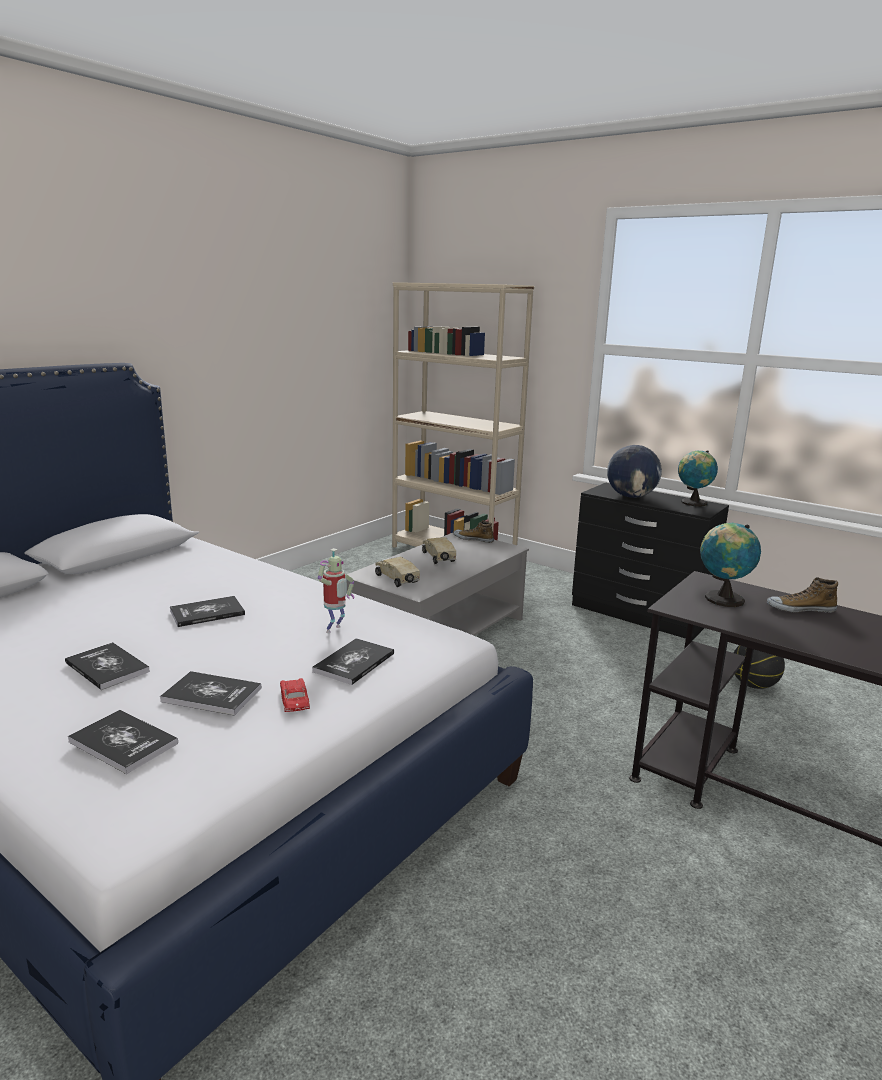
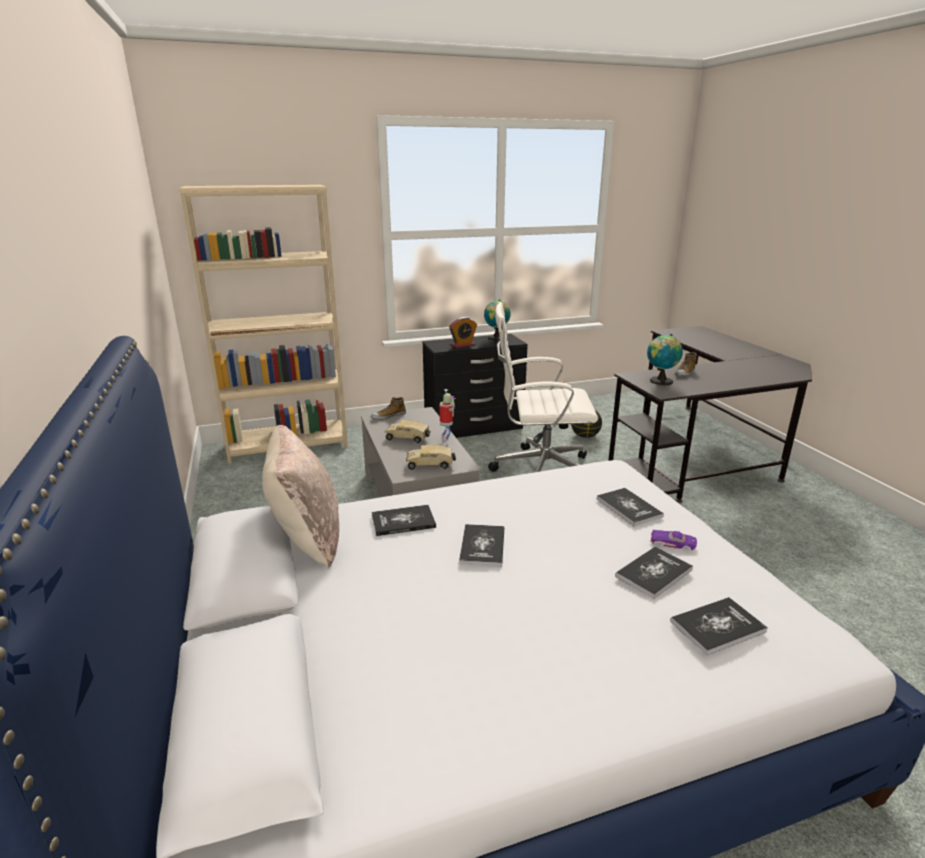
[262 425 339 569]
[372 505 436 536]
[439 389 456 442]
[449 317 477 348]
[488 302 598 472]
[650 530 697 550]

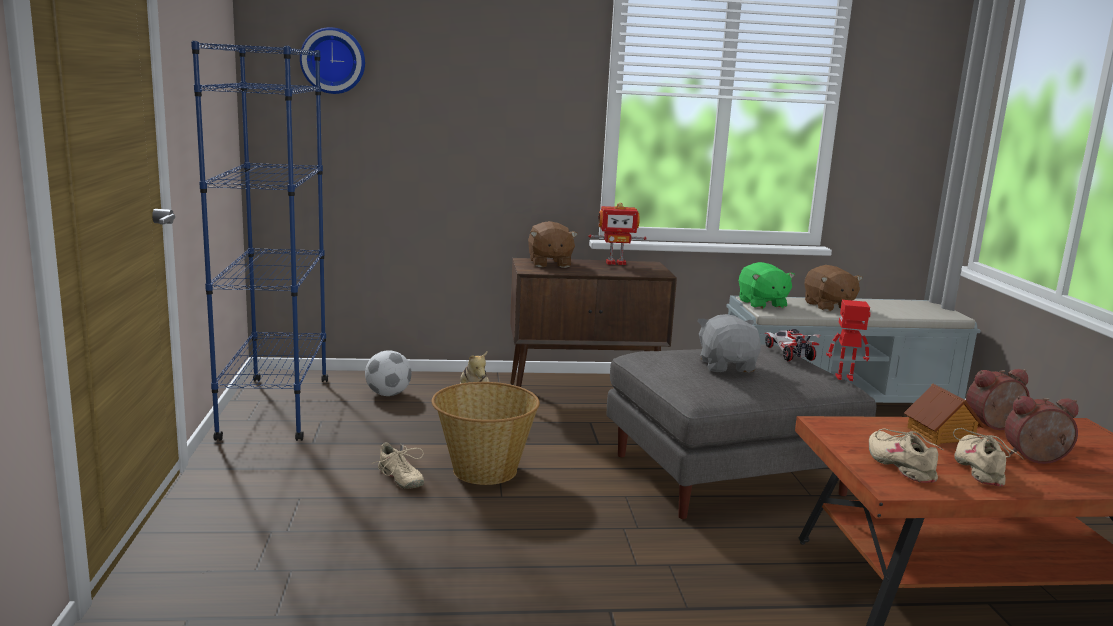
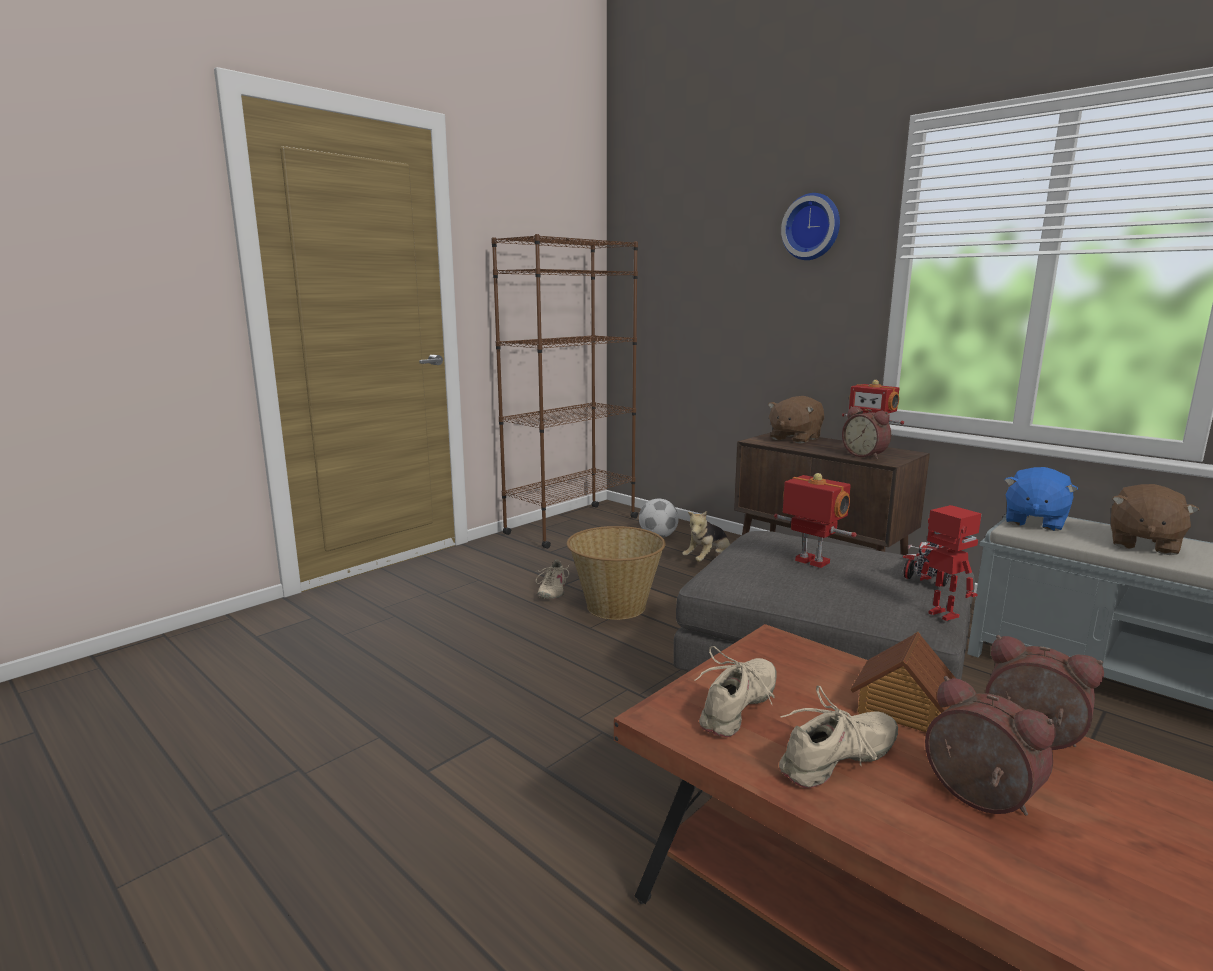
[491 234 638 549]
[774 473 857 568]
[781 193 840 260]
[842 406 891 459]
[1004 467 1078 531]

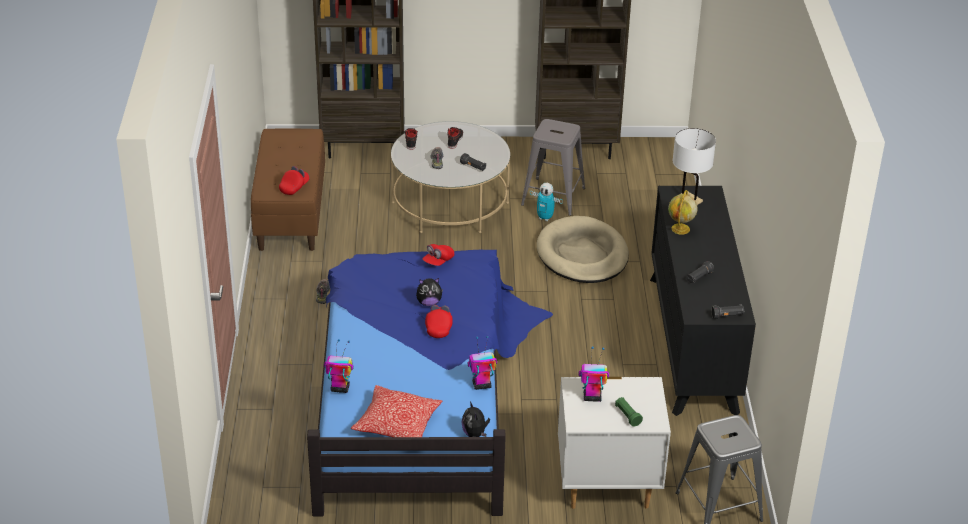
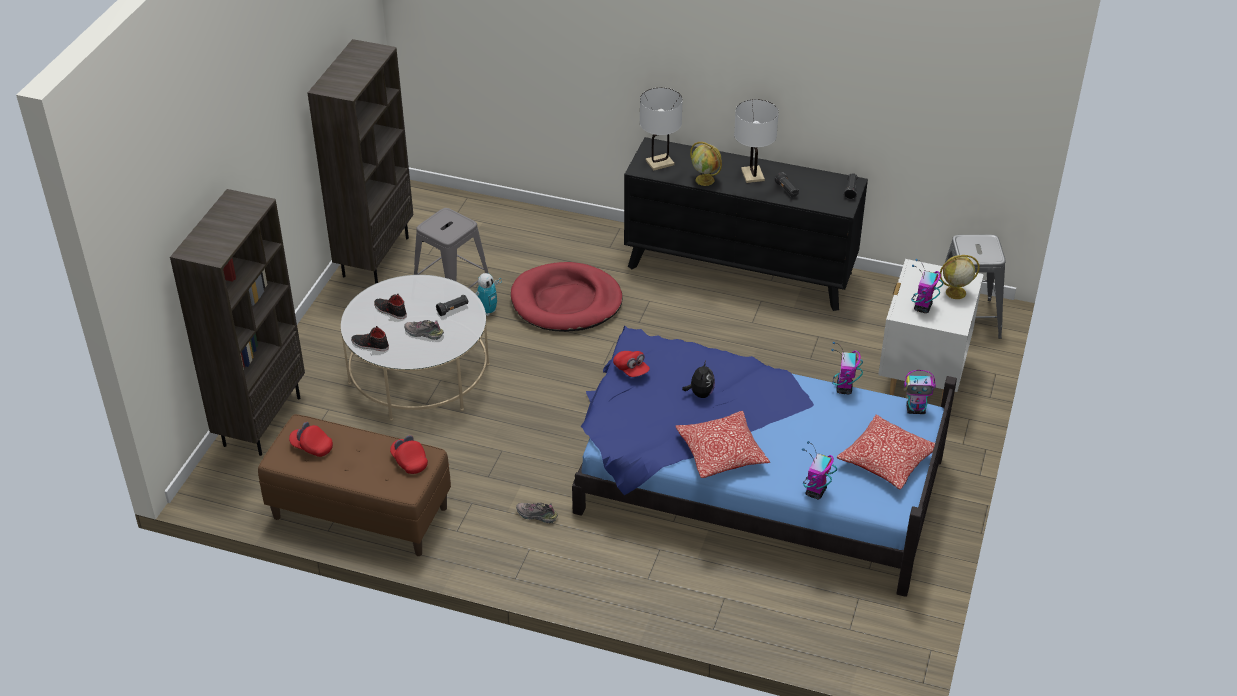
[289 422 333 457]
[511 262 623 332]
[675 411 770 478]
[734 99 779 183]
[904 370 936 414]
[940 255 979 299]

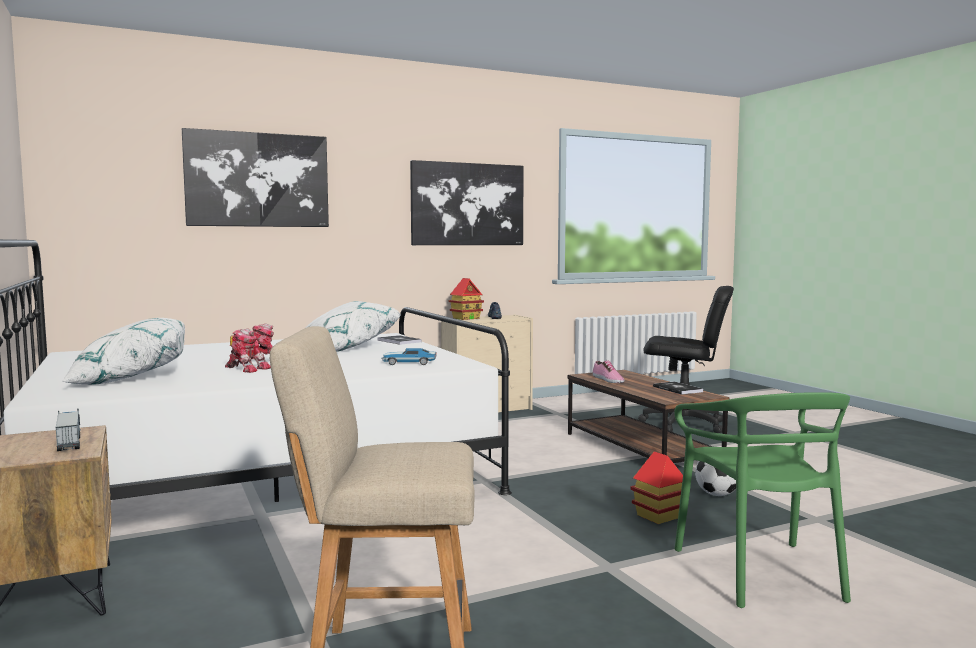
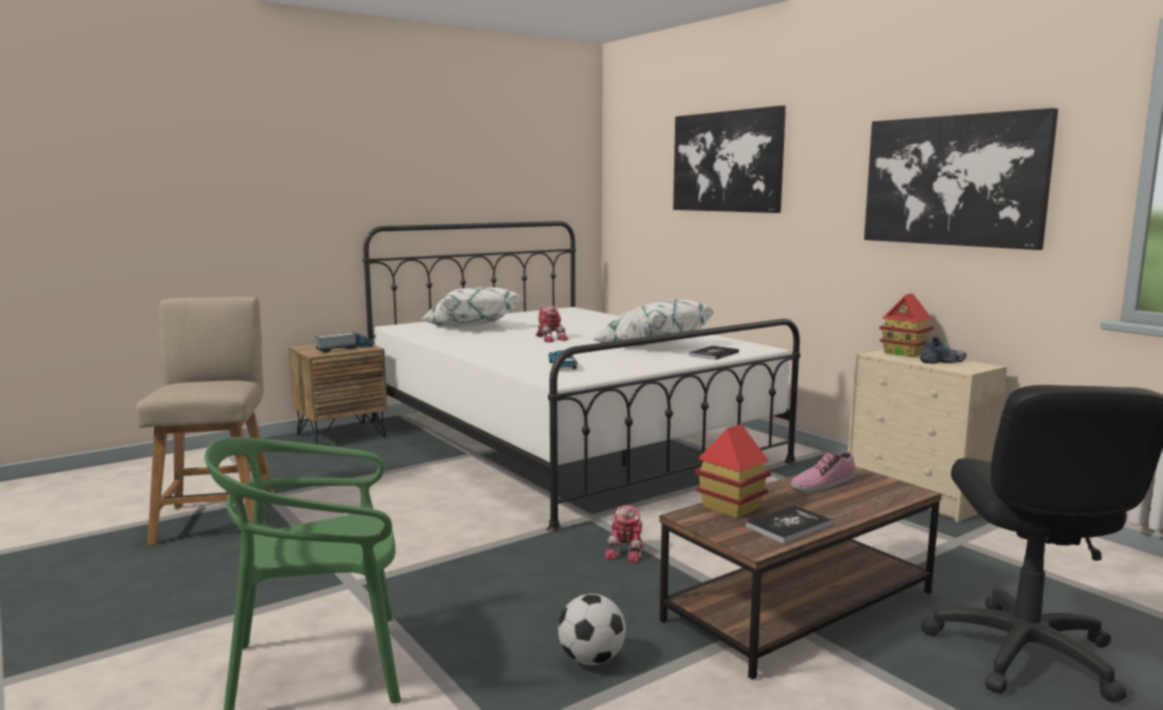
[605 505 644 563]
[695 424 771 518]

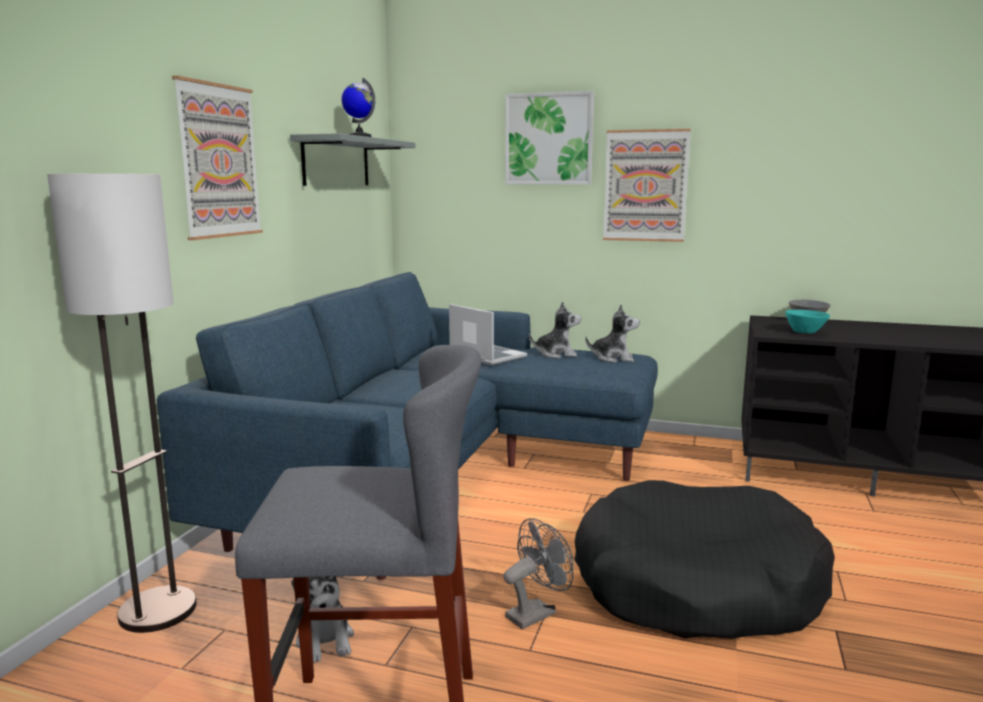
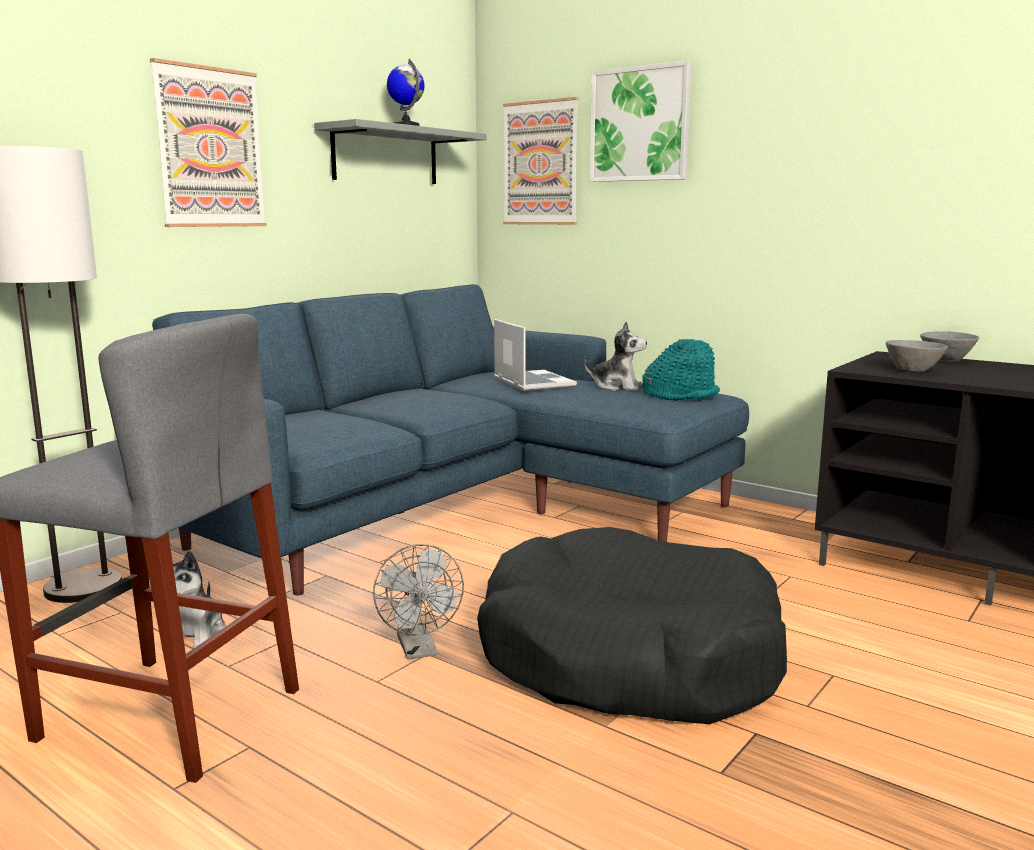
[373 544 464 660]
[503 97 579 225]
[642 339 720 401]
[886 340 948 372]

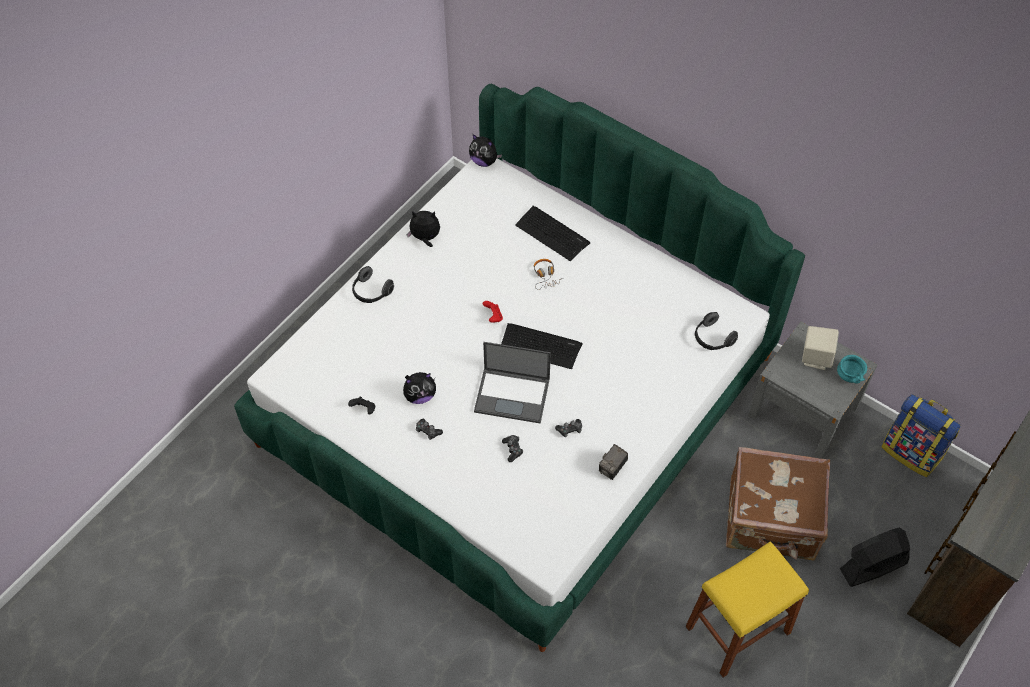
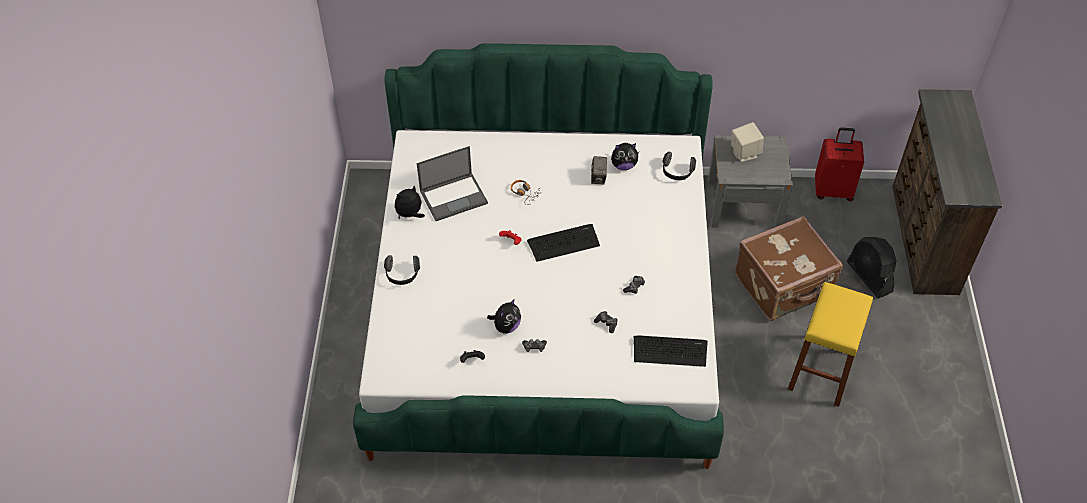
[417 146 488 221]
[591 156 607 184]
[611 143 639 170]
[634 335 708 367]
[815 128 864 202]
[847 237 896 298]
[837 355 867 383] (first image)

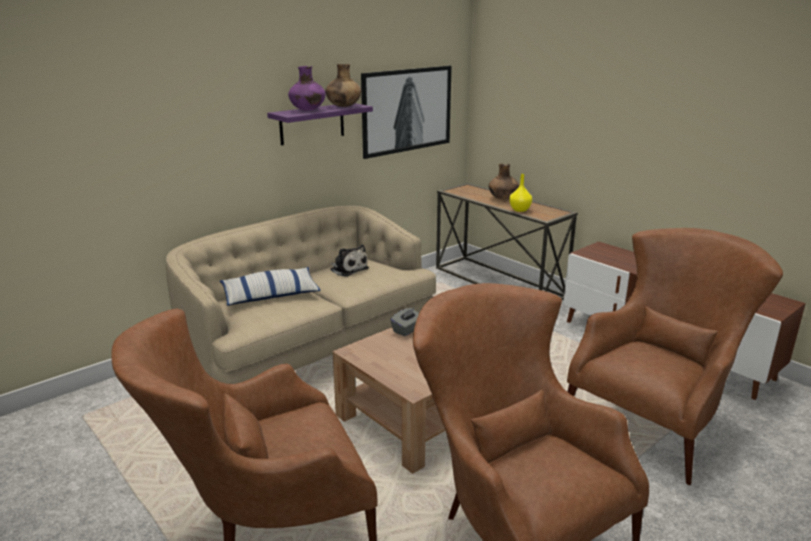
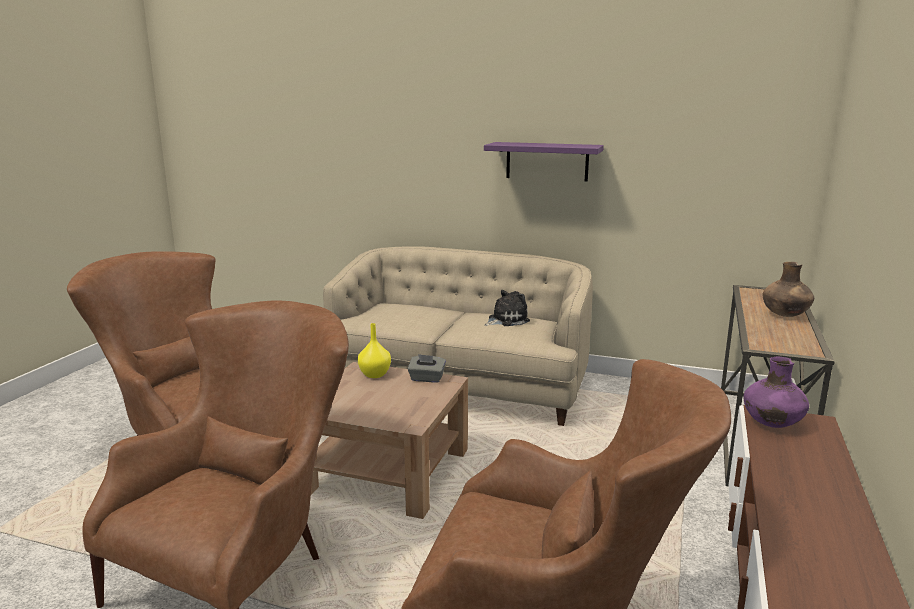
[358 323 391 378]
[484 290 530 326]
[744 357 809 428]
[220 267 321 306] (first image)
[325 64 361 107] (first image)
[361 66 452 159] (first image)

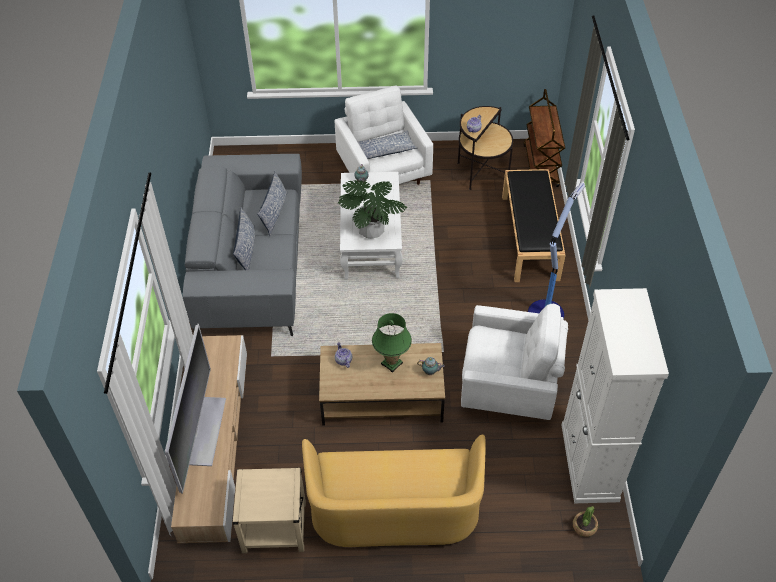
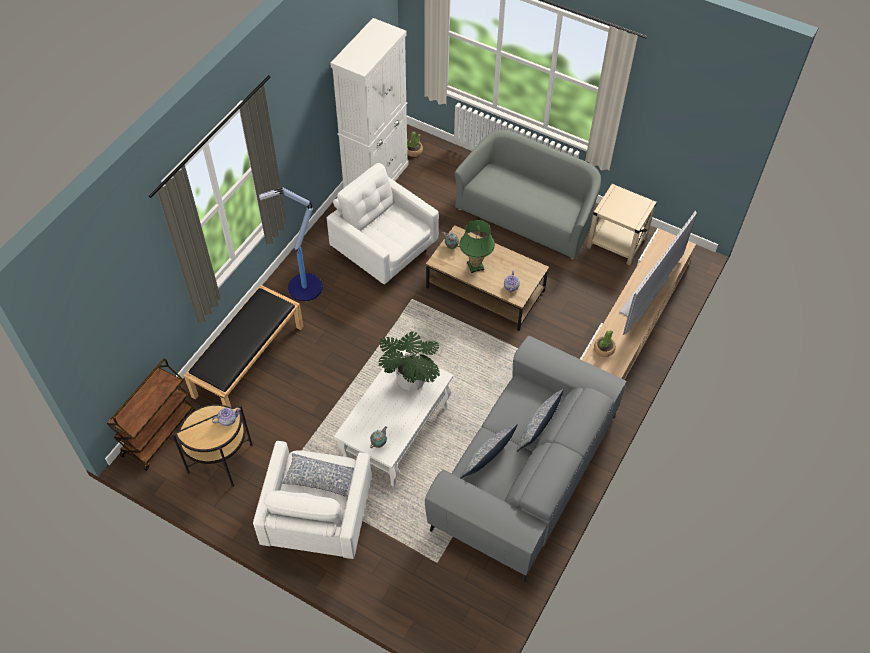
[455 130 601 259]
[594 330 616 357]

